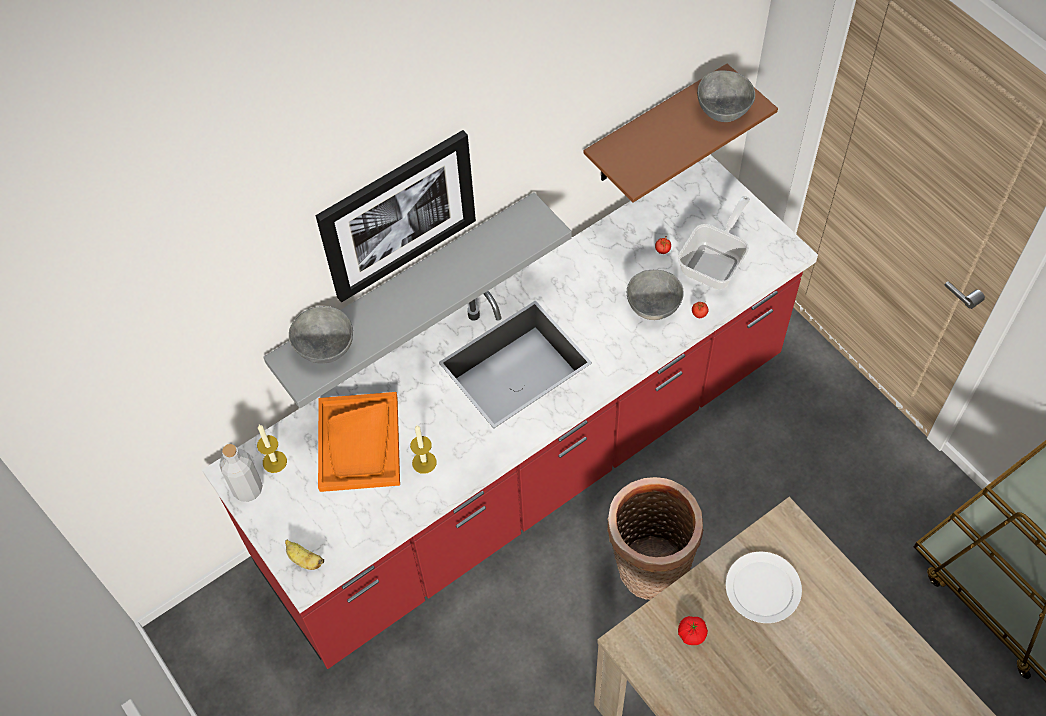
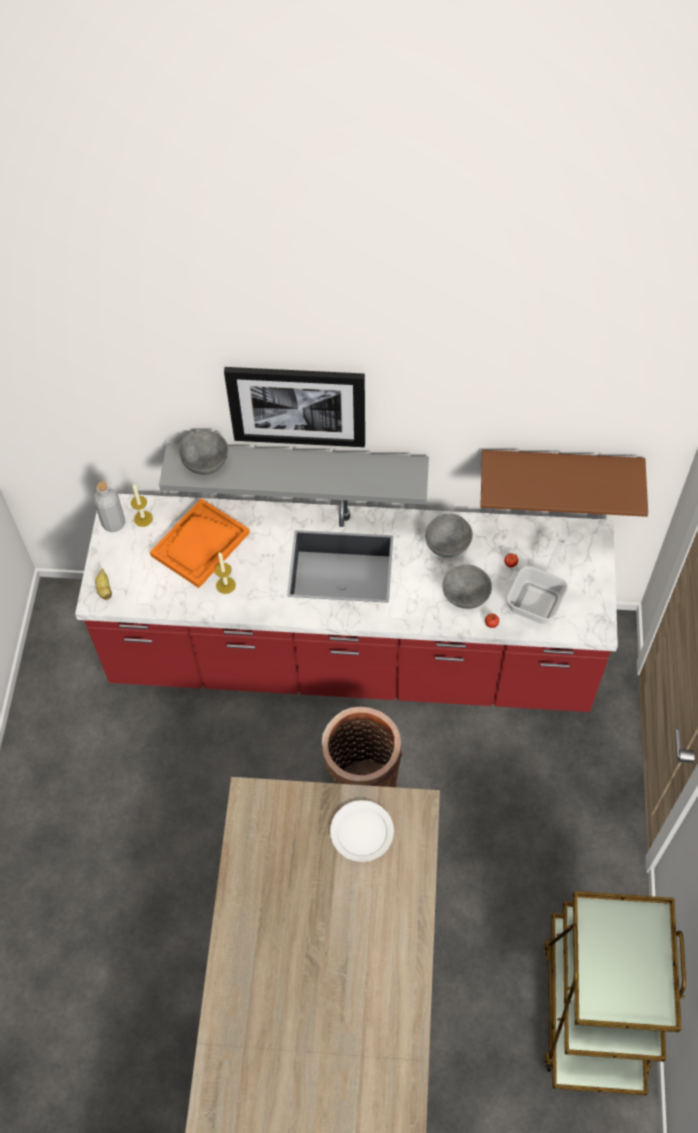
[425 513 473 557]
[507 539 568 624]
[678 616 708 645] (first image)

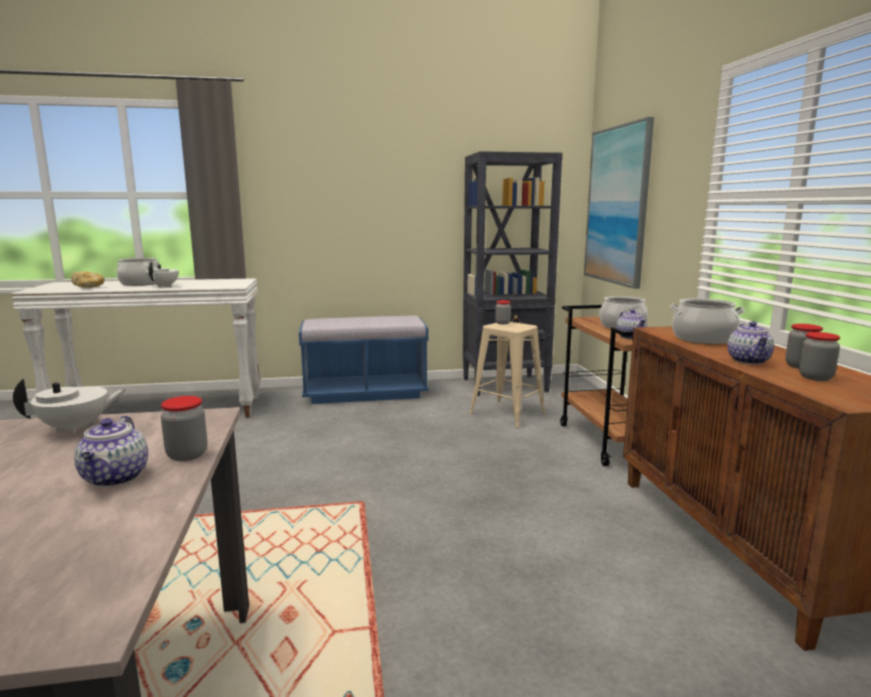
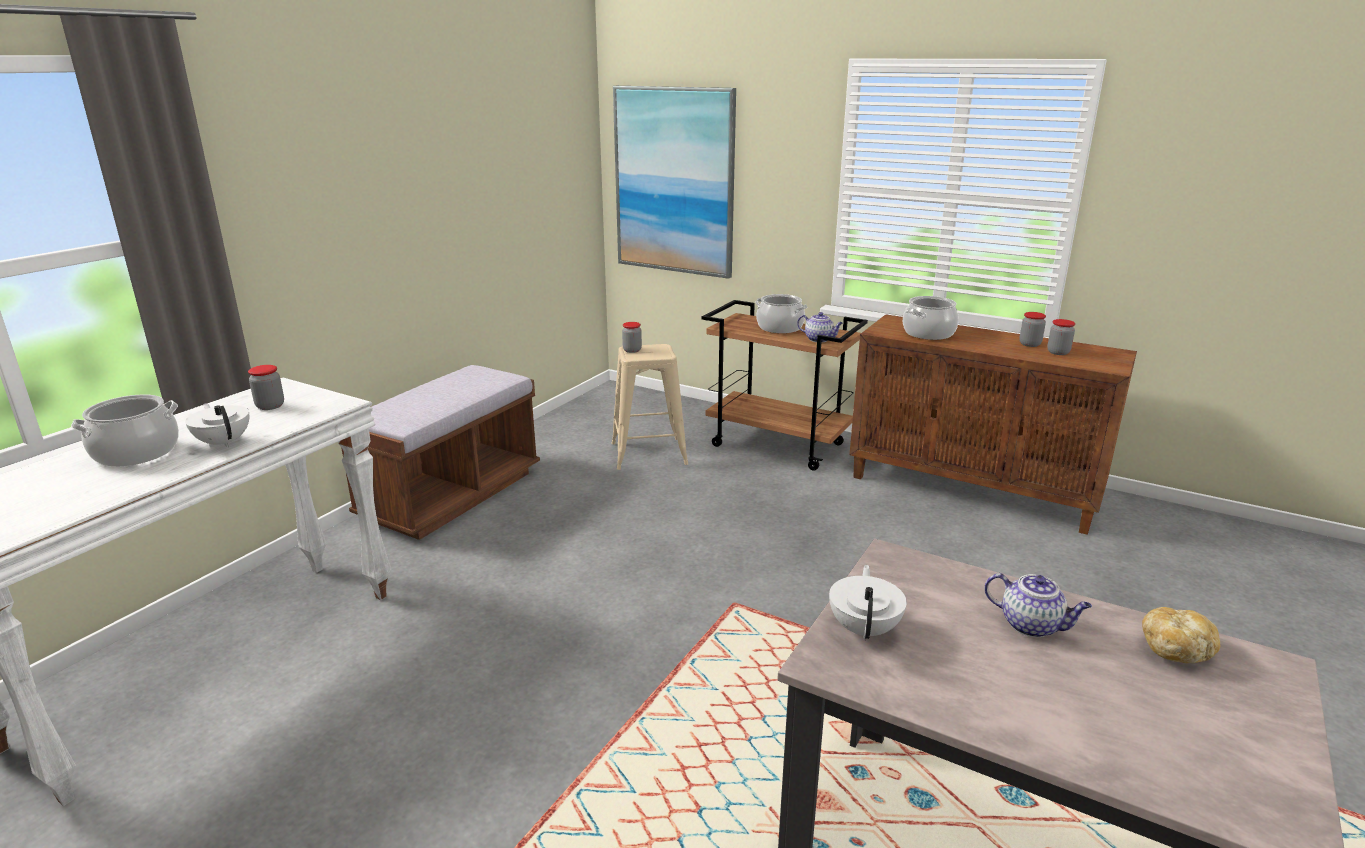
[248 365 284 410]
[341 365 540 540]
[1142 607 1220 663]
[463 151 563 396] (first image)
[727 321 774 364] (first image)

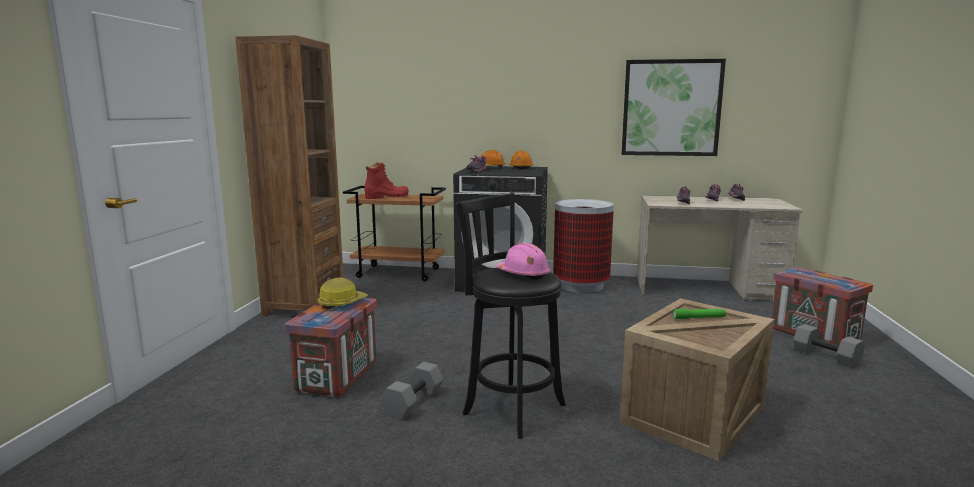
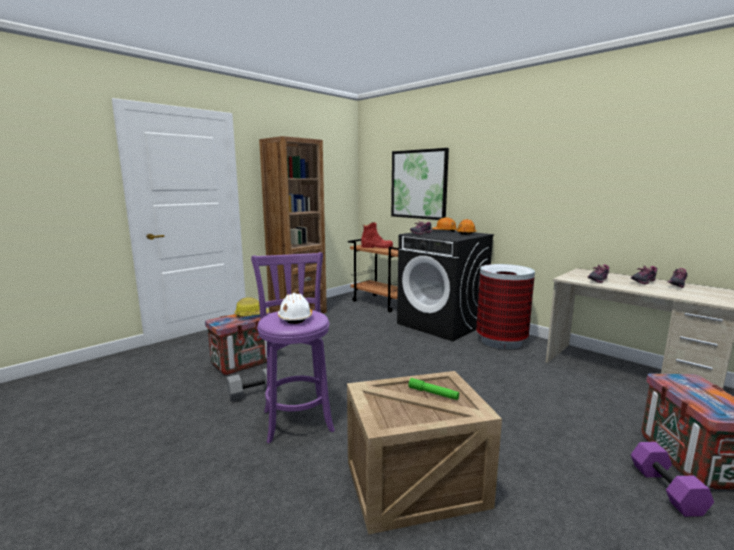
[251 252 335 443]
[278 293 312 324]
[391 148 449 220]
[631 442 714 517]

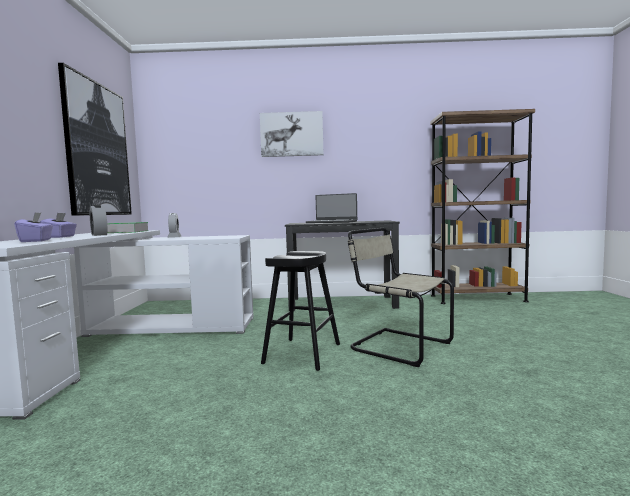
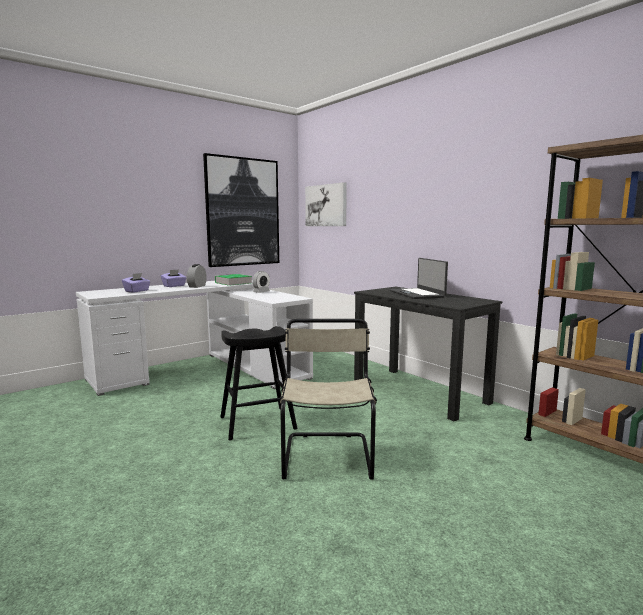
[305 182 347 226]

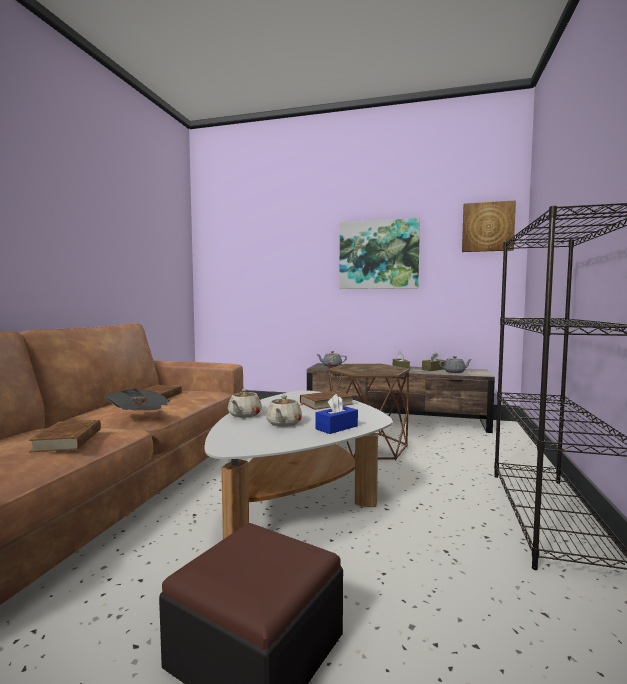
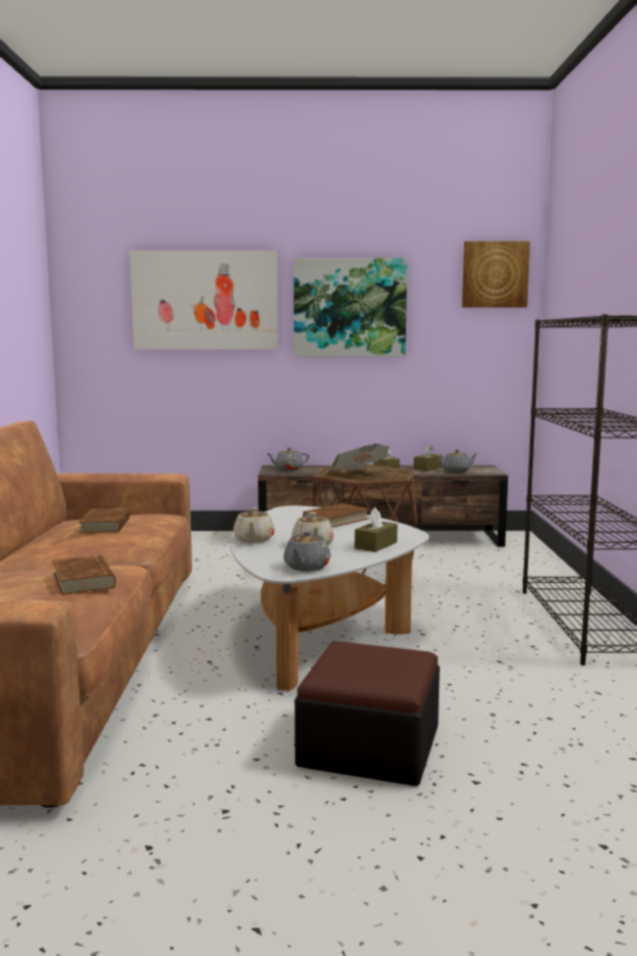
[130 250 277 349]
[283 531 331 571]
[331 444 390 470]
[355 507 397 552]

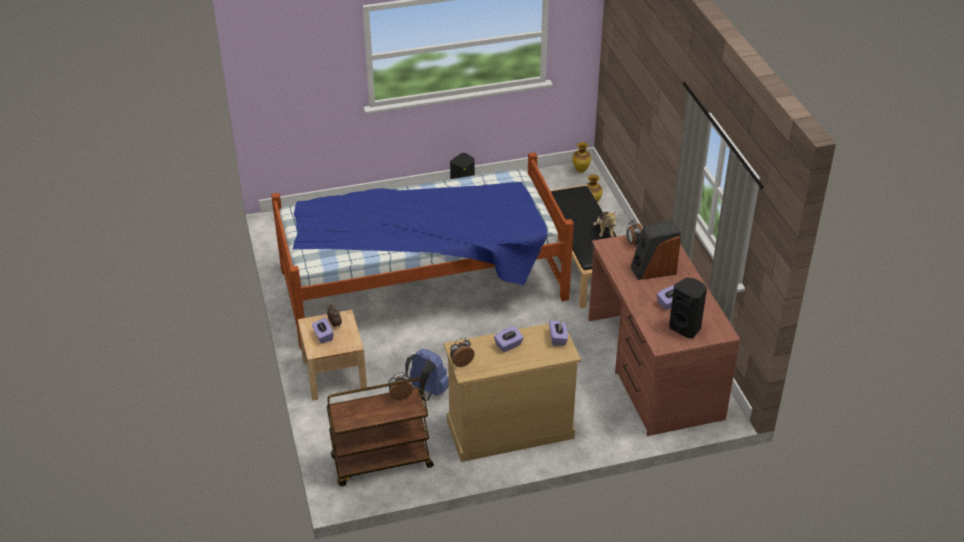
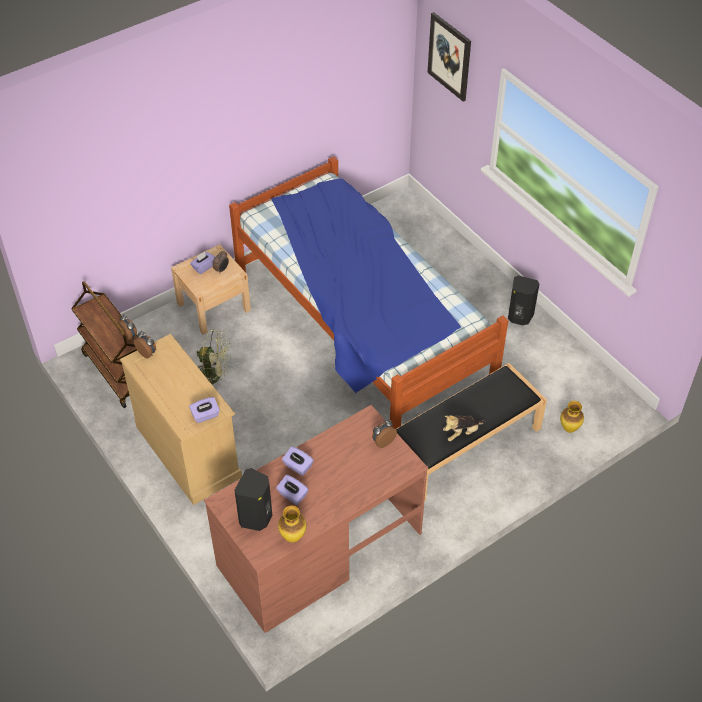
[197 329 231 384]
[278 506 307 542]
[282 446 314 476]
[427 12 471 102]
[631 220 681 280] (first image)

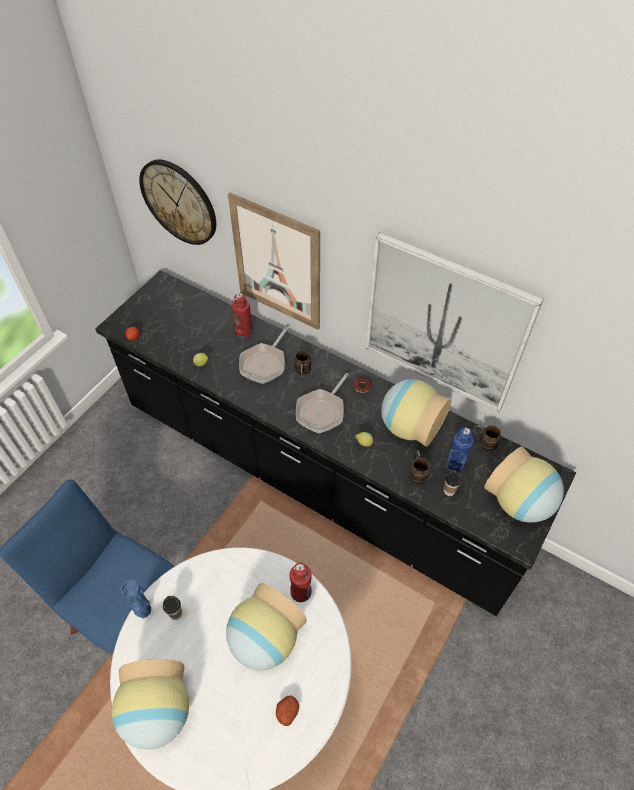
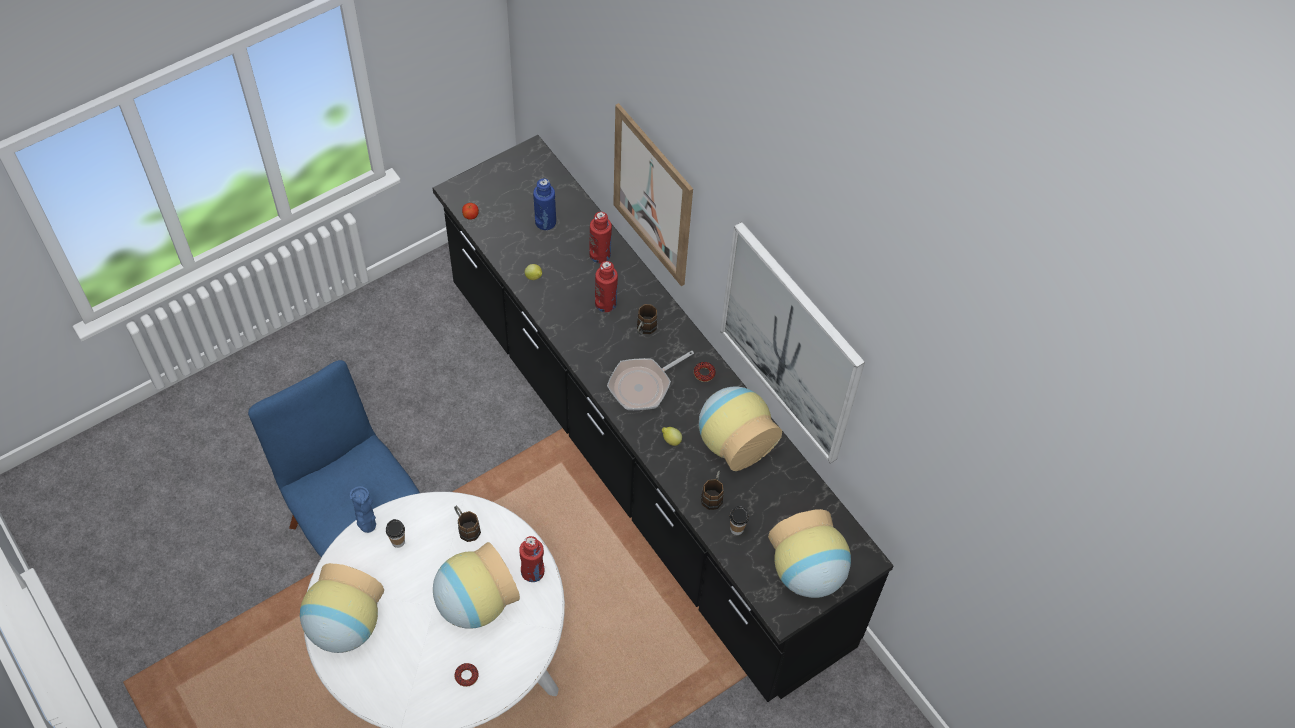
[454 506 481 542]
[455 663 479 687]
[533 178 556 230]
[595 261 618 312]
[139 159 216 245] (first image)

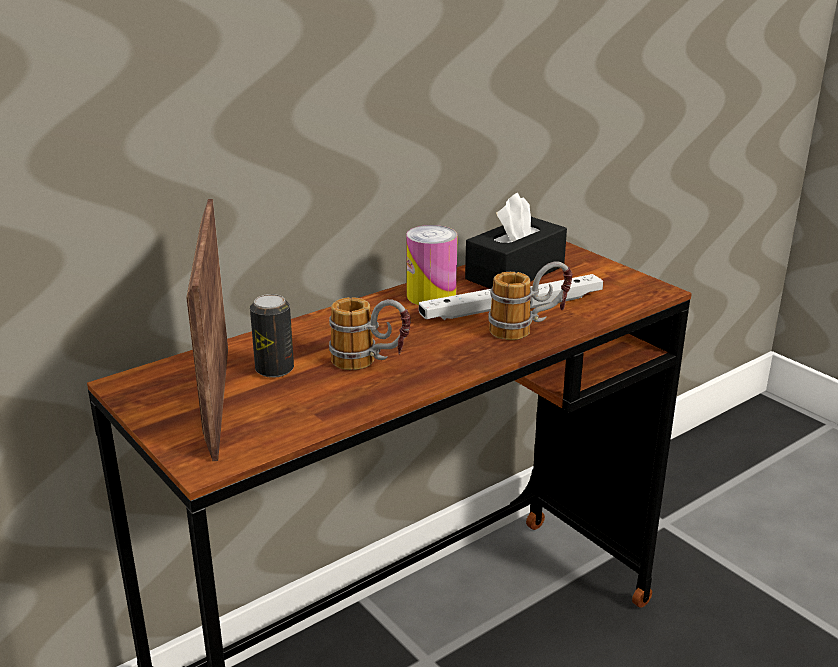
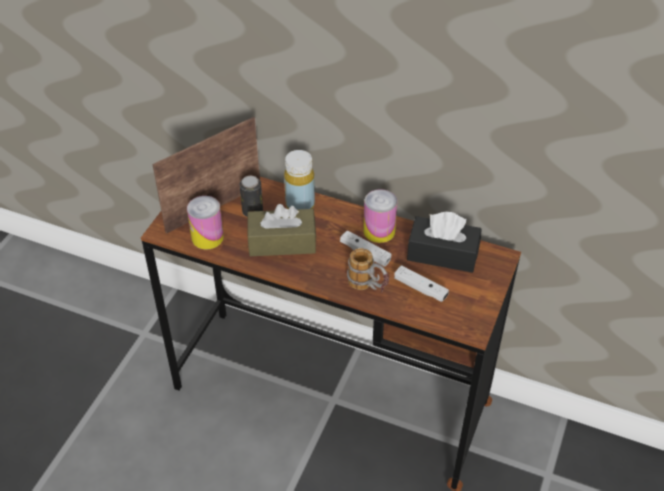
[187 196 224 250]
[247 204 316 256]
[284 150 315 210]

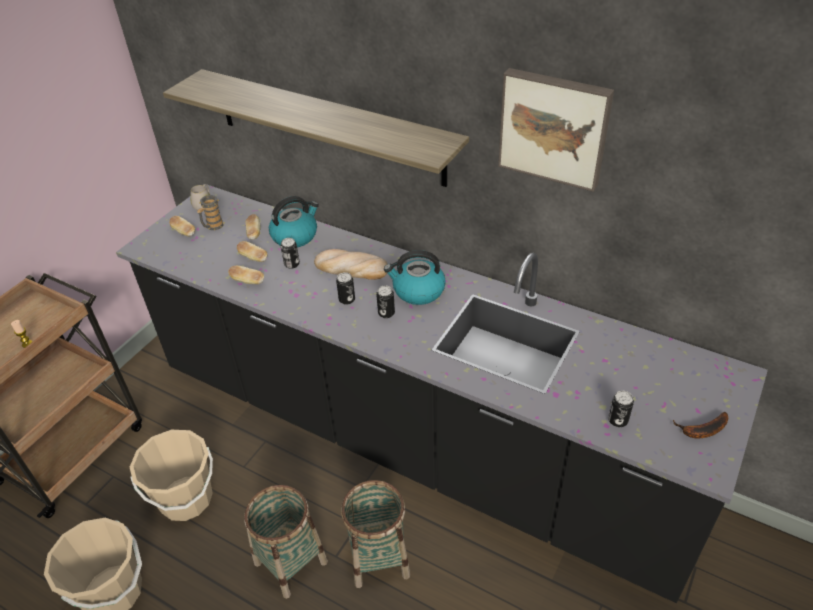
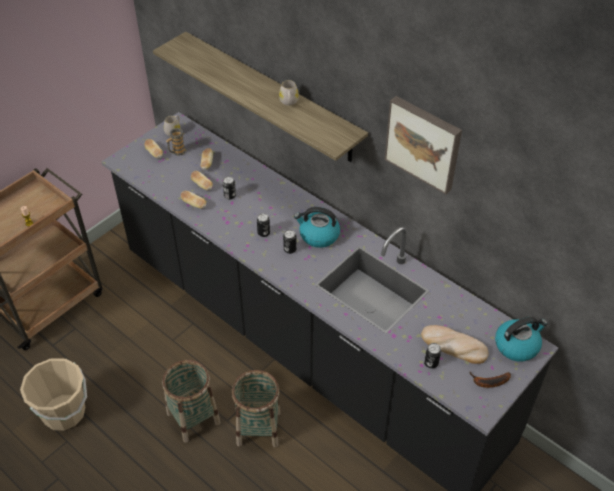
[279 80 299 105]
[421 325 489 364]
[495 317 548 362]
[130 430 213 521] (first image)

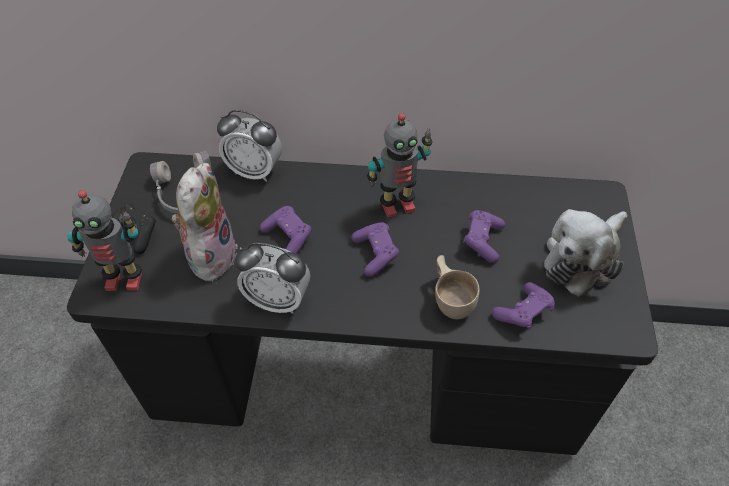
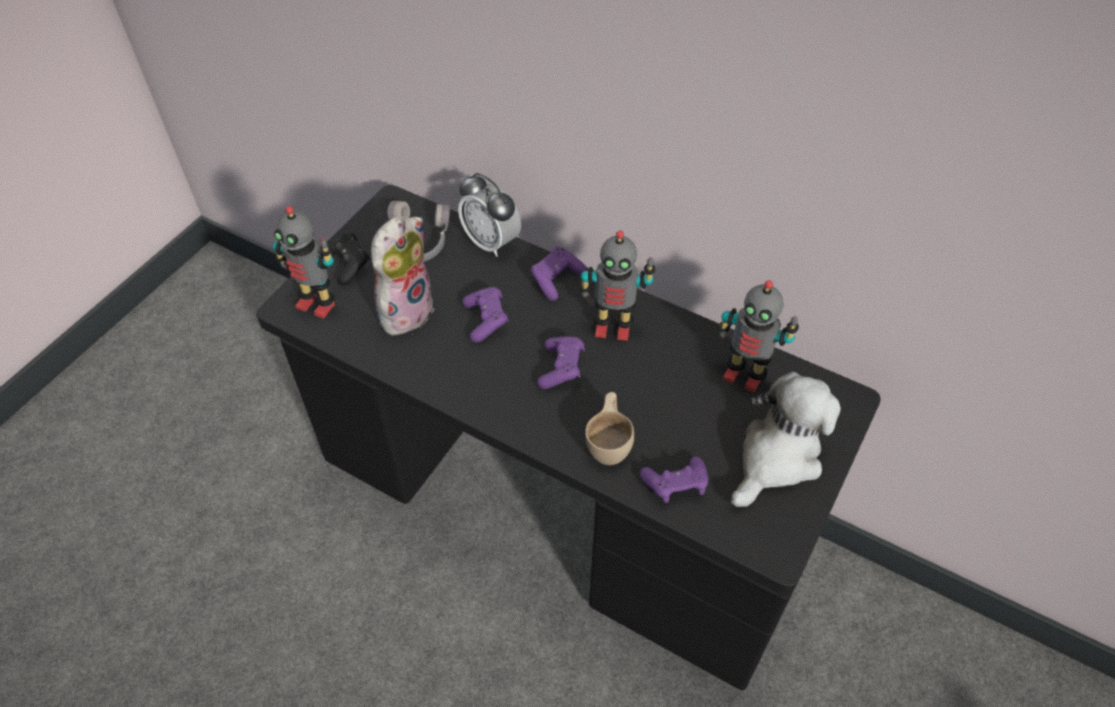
[531 246 587 301]
[718 280 799 393]
[731 372 841 507]
[235 243 310 314] (first image)

